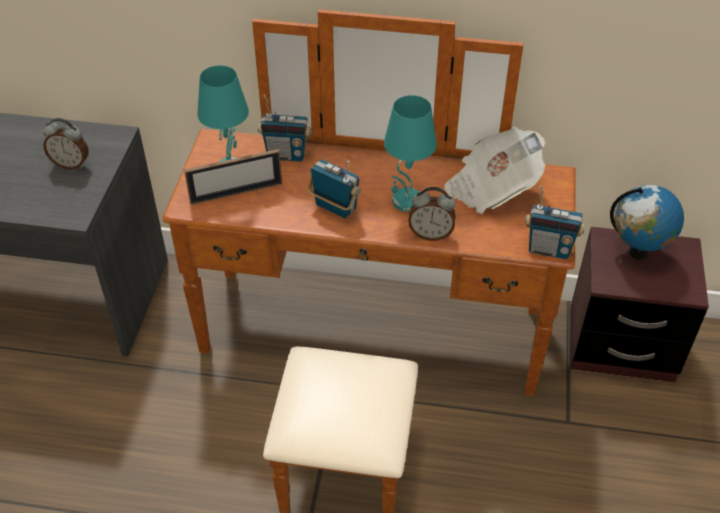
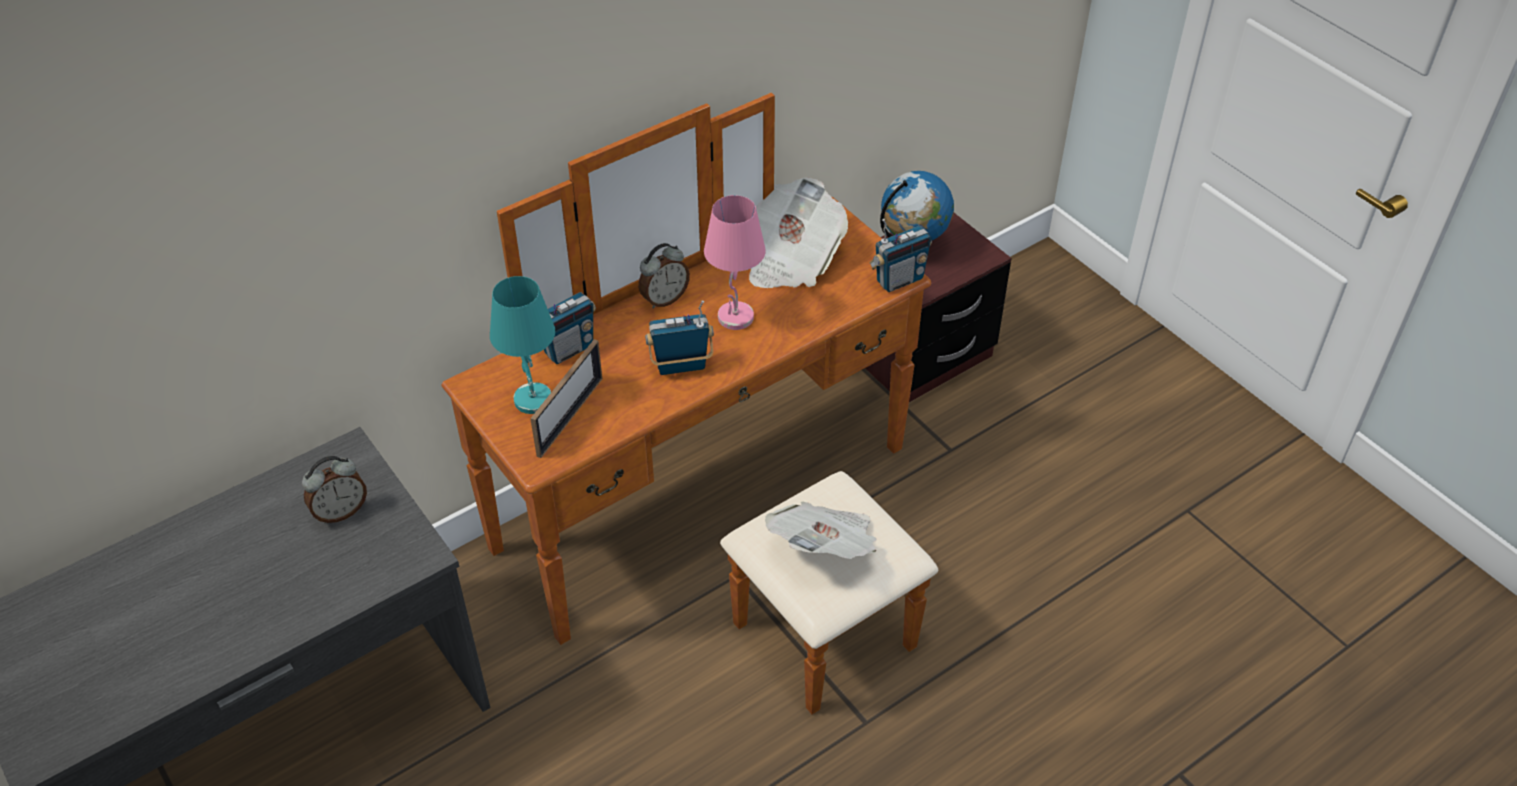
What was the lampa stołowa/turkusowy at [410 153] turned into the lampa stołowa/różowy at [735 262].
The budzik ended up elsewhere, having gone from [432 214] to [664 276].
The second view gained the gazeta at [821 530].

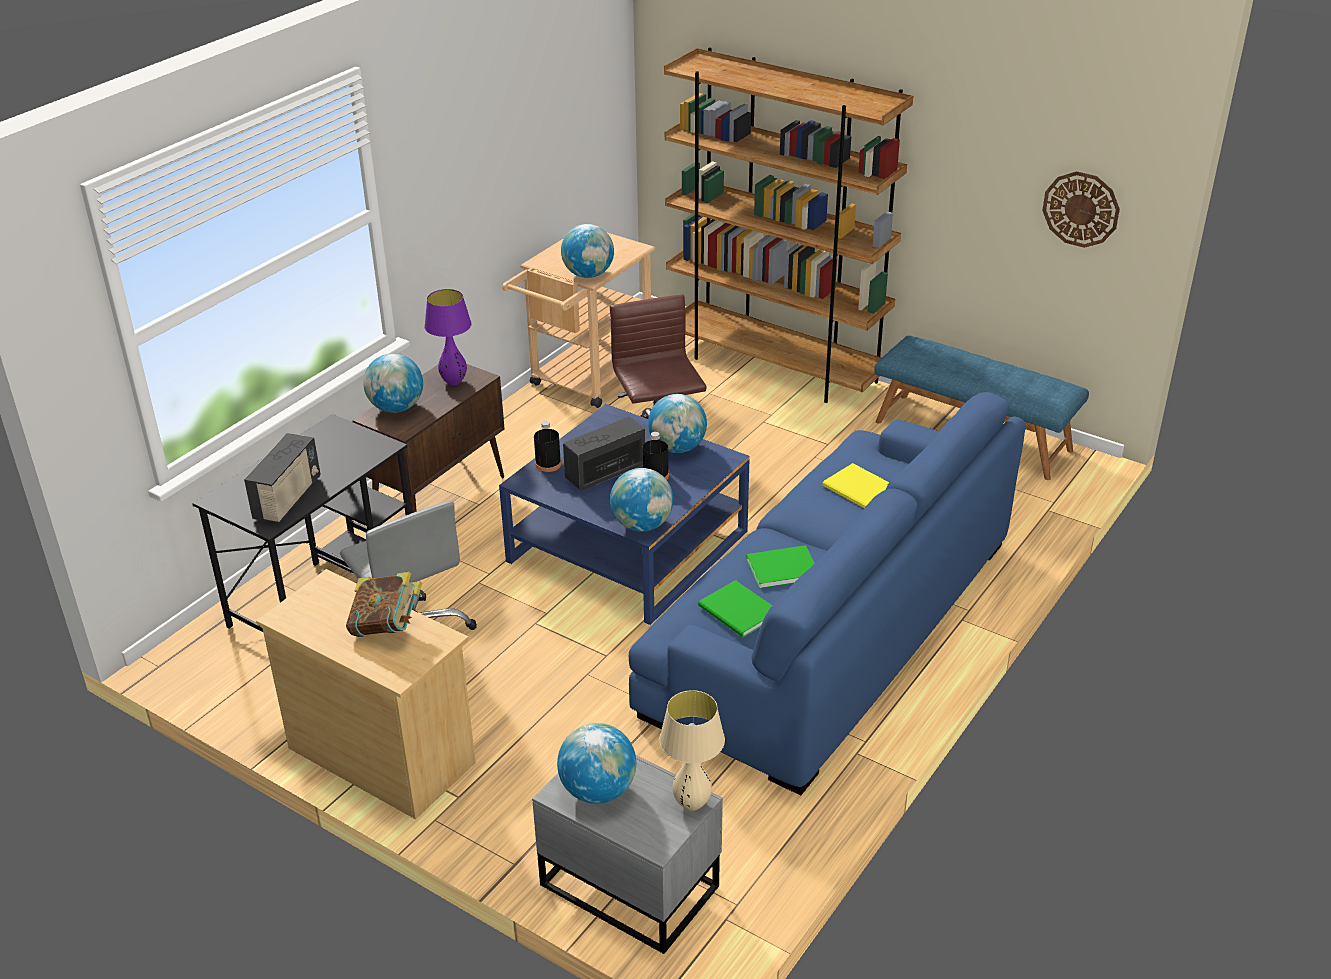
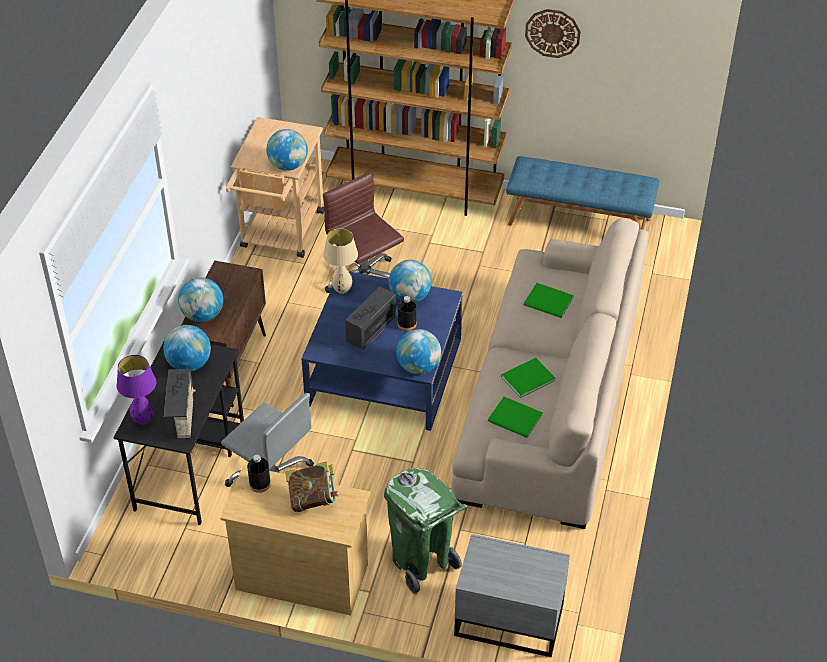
The zegar ścienny ended up elsewhere, having gone from [1081 209] to [553 33].
The lampa stołowa/fioletowy ended up elsewhere, having gone from [447 337] to [136 390].
What was the kanapa/niebieski at [827 593] turned into the kanapa/beżowy at [549 373].
The butelka/czarny ended up elsewhere, having gone from [547 446] to [259 474].
What was the książka/żółty at [856 485] turned into the książka/zielony at [549 300].
The lampa stołowa/beżowy ended up elsewhere, having gone from [692 750] to [340 261].
The globus ended up elsewhere, having gone from [596 763] to [187 348].
The second view gained the kosz na śmieci/zielony at [426 531].

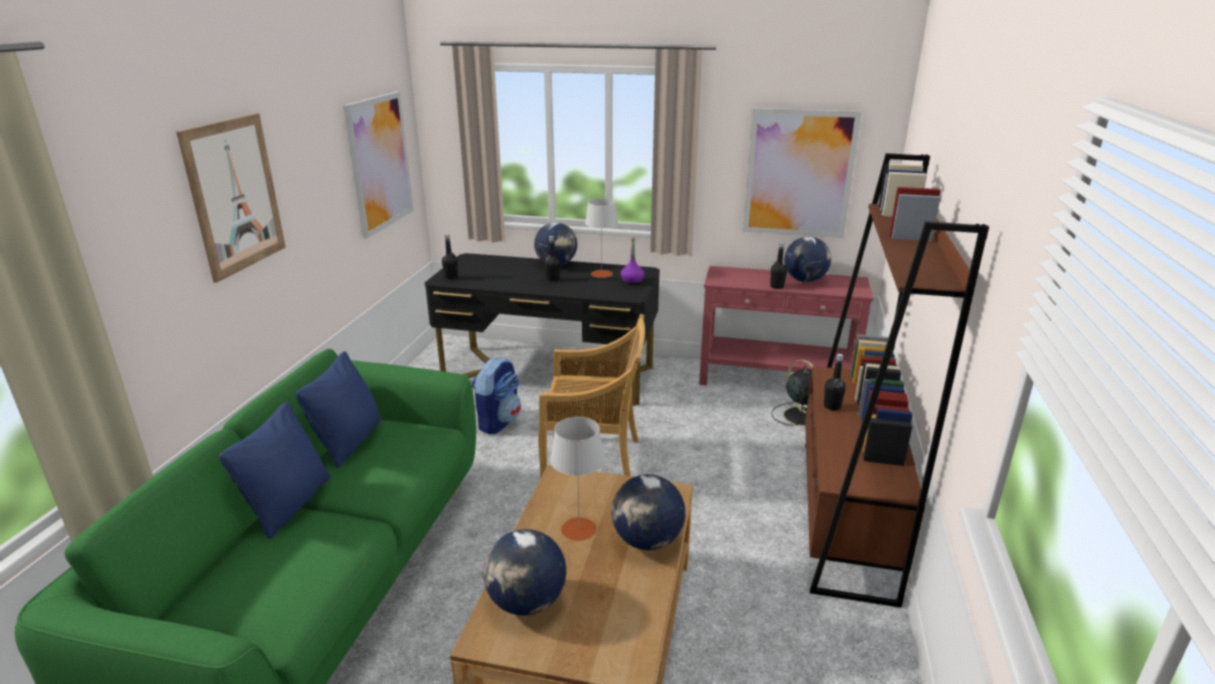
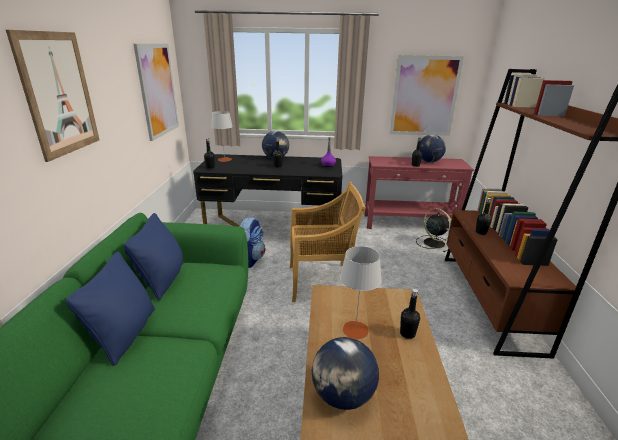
The lampa stołowa/szary ended up elsewhere, having gone from [601 238] to [222 136].
Where the globus stood at [648 512], the butelka/czarny came to stand at [410 314].

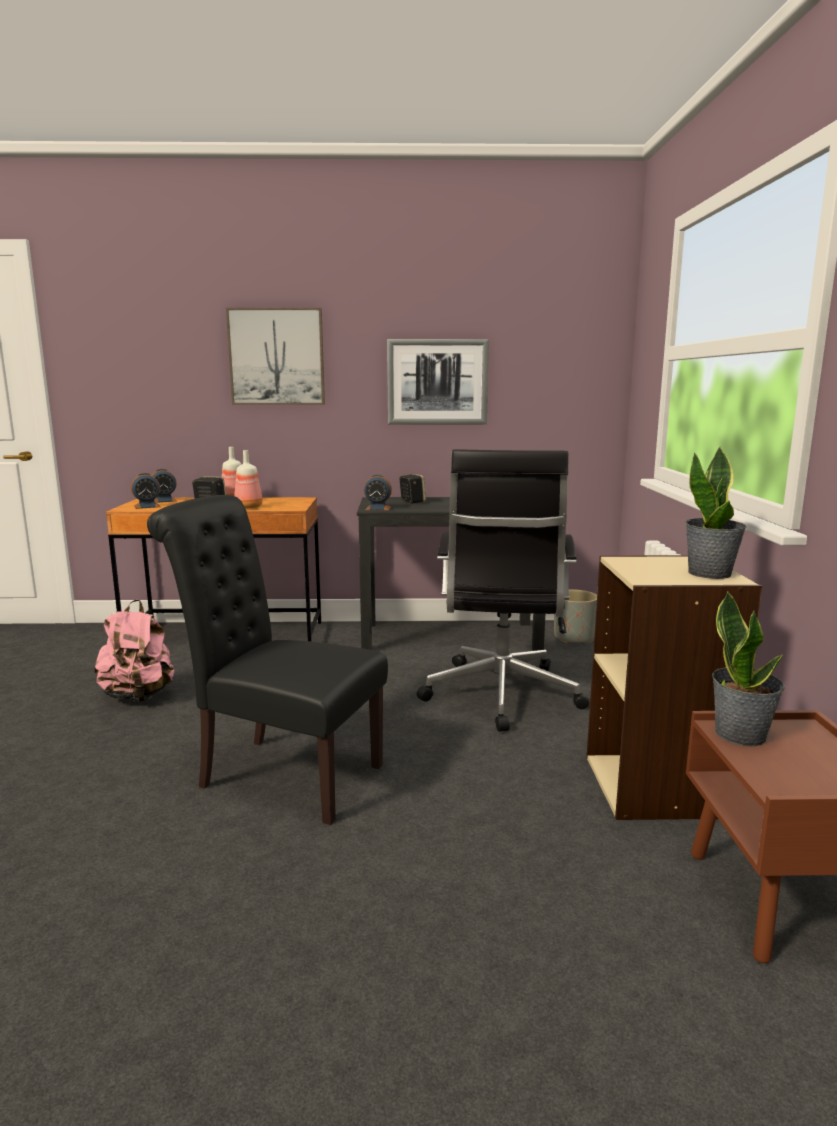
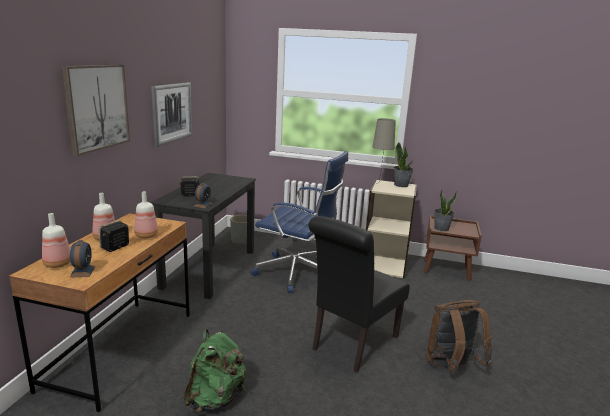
What was the krzesło biurowe/czarny at [503 590] turned into the krzesło biurowe/niebieski at [299 222].
Where the budzik stood at [164 486], the butelka came to stand at [56 240].
What was the plecak/różowy at [134 650] turned into the plecak/zielony at [215 371].
The second view gained the lampa stołowa/beżowy at [384 150].
The second view gained the plecak/brązowy at [459 336].

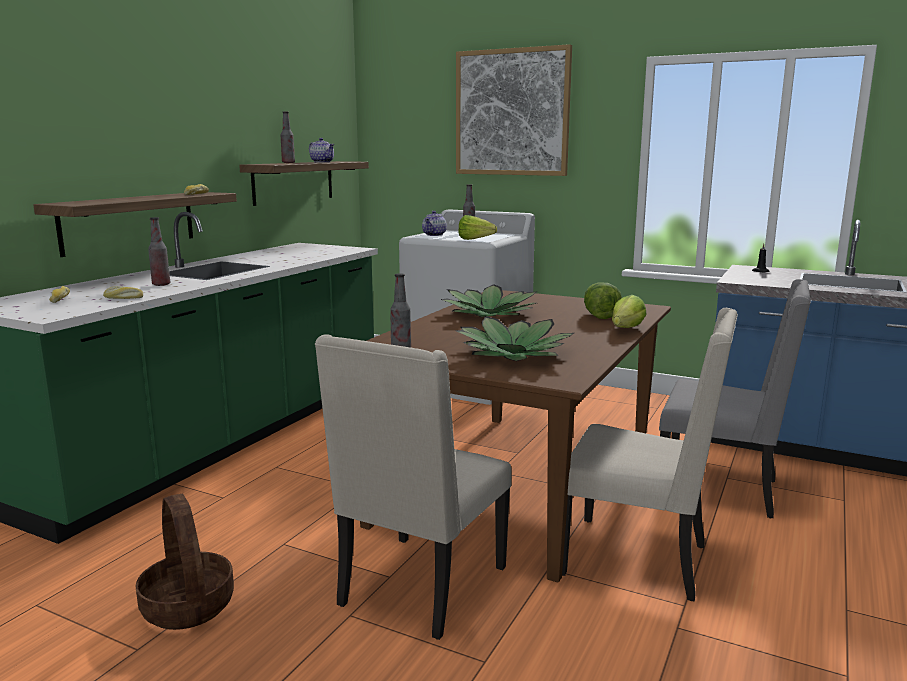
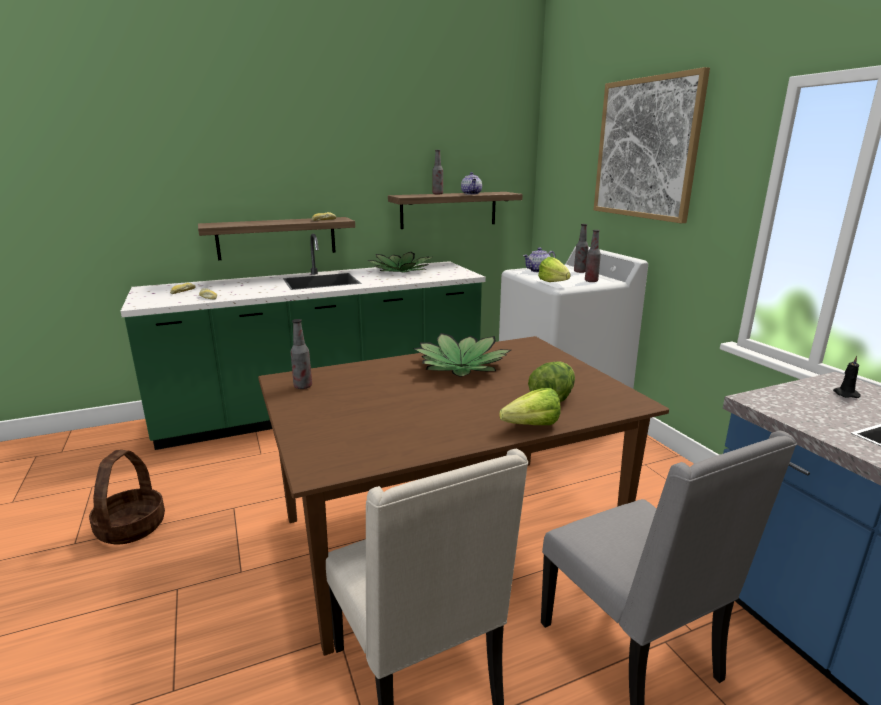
The butelka ended up elsewhere, having gone from [159 251] to [593 256].
The roślina doniczkowa ended up elsewhere, having gone from [515 338] to [400 262].
The second view lost the krzesło/beżowy at [413 487].

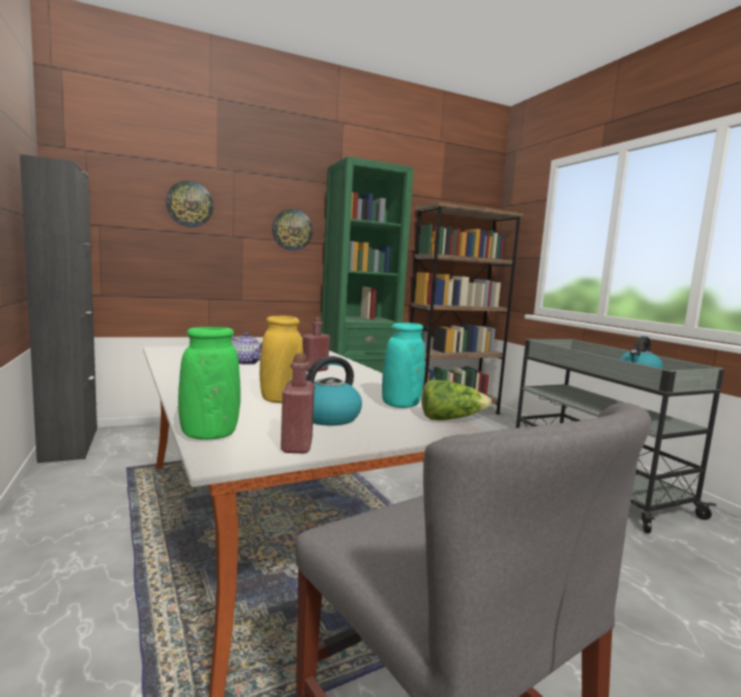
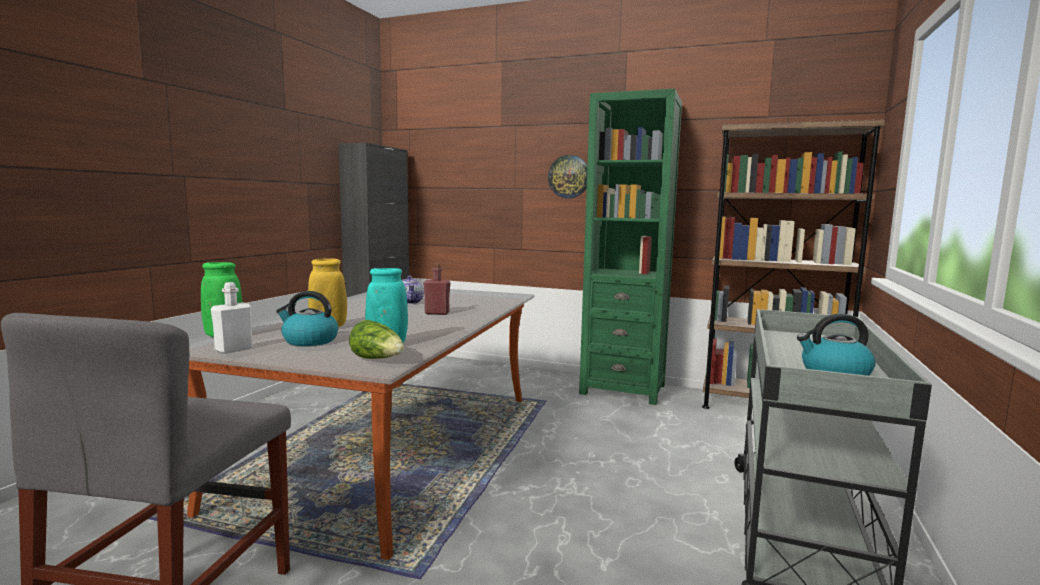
The second view lost the zegar ścienny at [190 204].
What was the butelka/czerwony at [298 403] turned into the butelka/biały at [232 318].

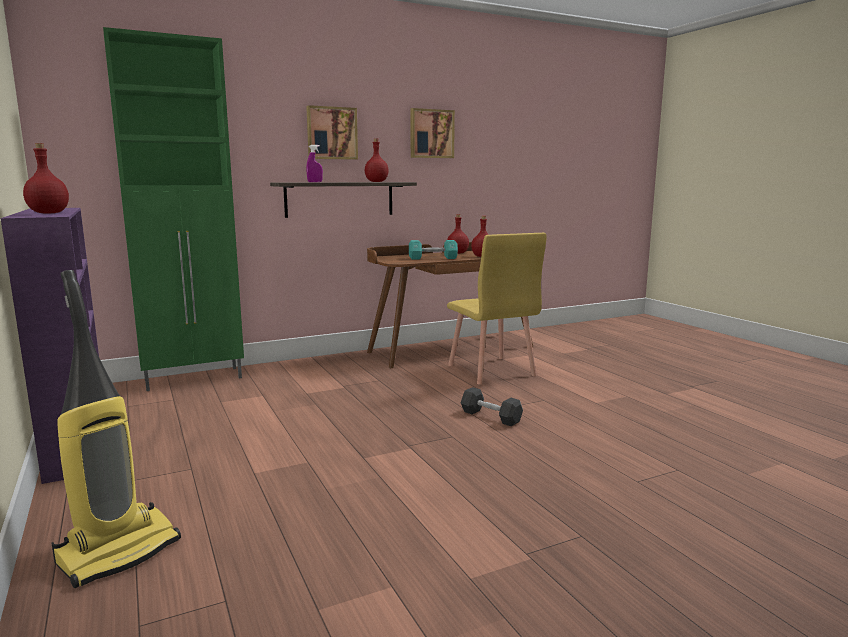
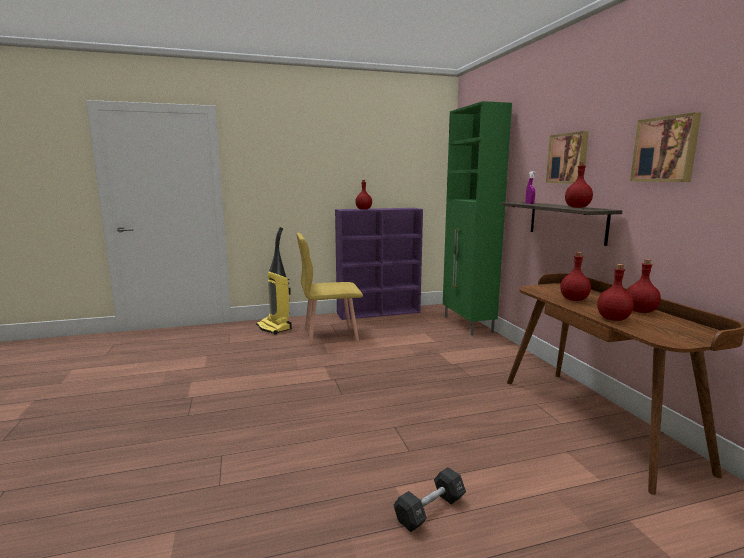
The krzesło/żółty ended up elsewhere, having gone from [497 309] to [329 289].
Where the hantel/turkusowy stood at [433 250], the butelka/czerwony came to stand at [575 276].
The hantel/czarny ended up elsewhere, having gone from [492 406] to [430 499].

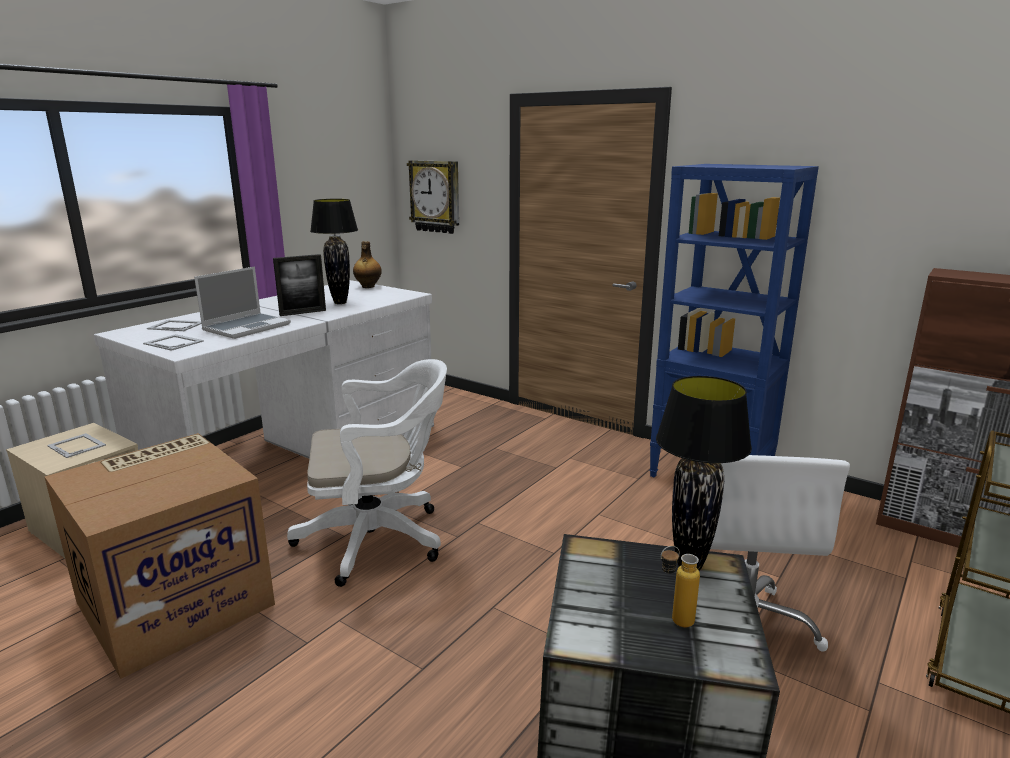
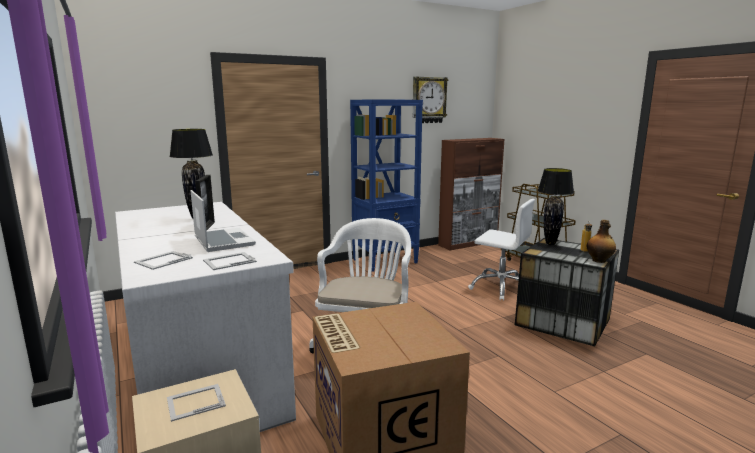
The zegar ścienny ended up elsewhere, having gone from [433 197] to [430 99].
The butelka ended up elsewhere, having gone from [367 264] to [601 241].

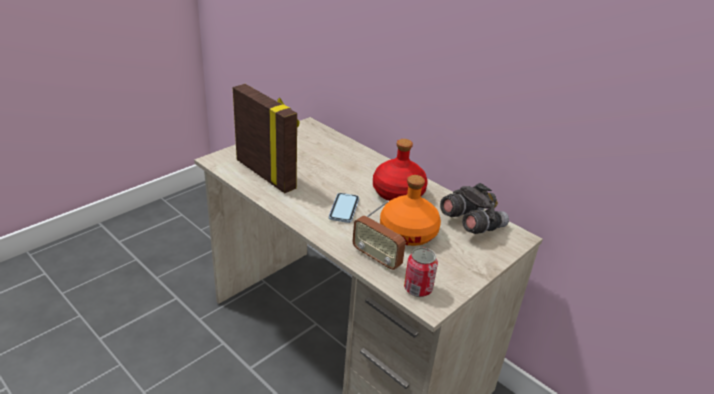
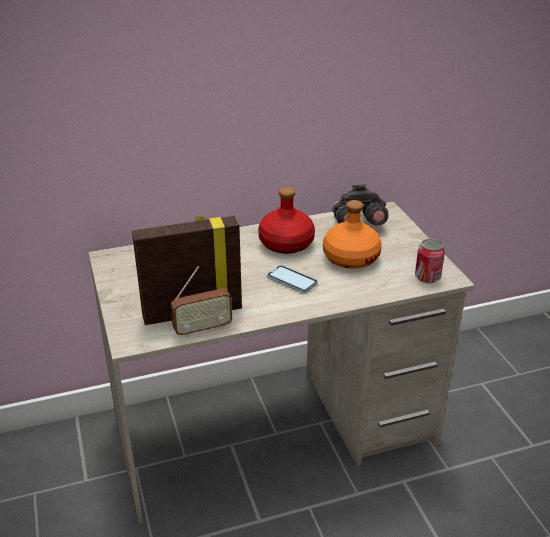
The radio ended up elsewhere, having gone from [379 235] to [201 301].

